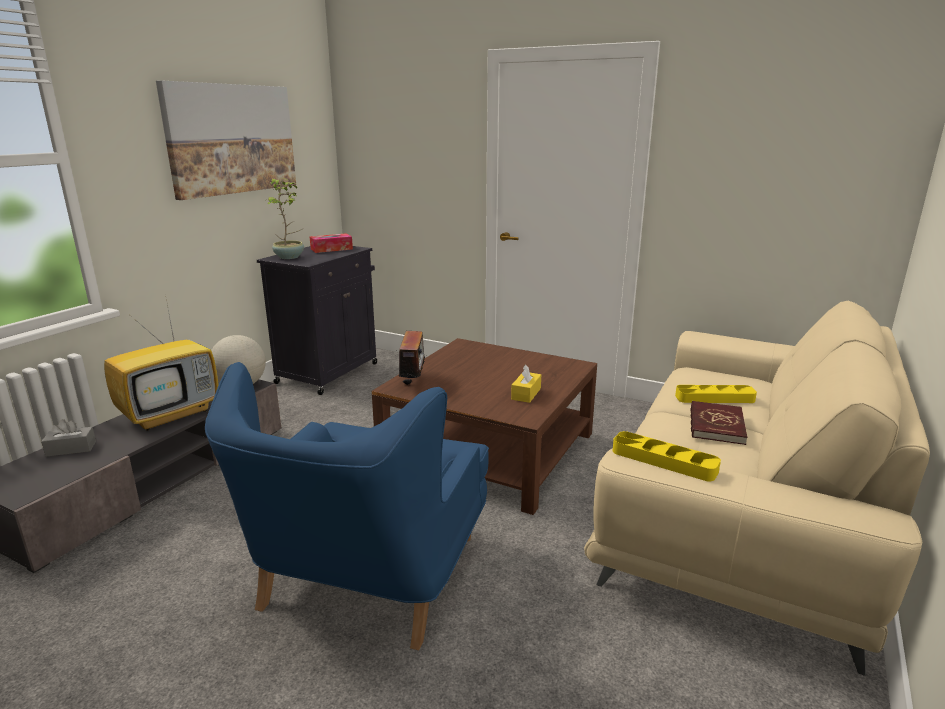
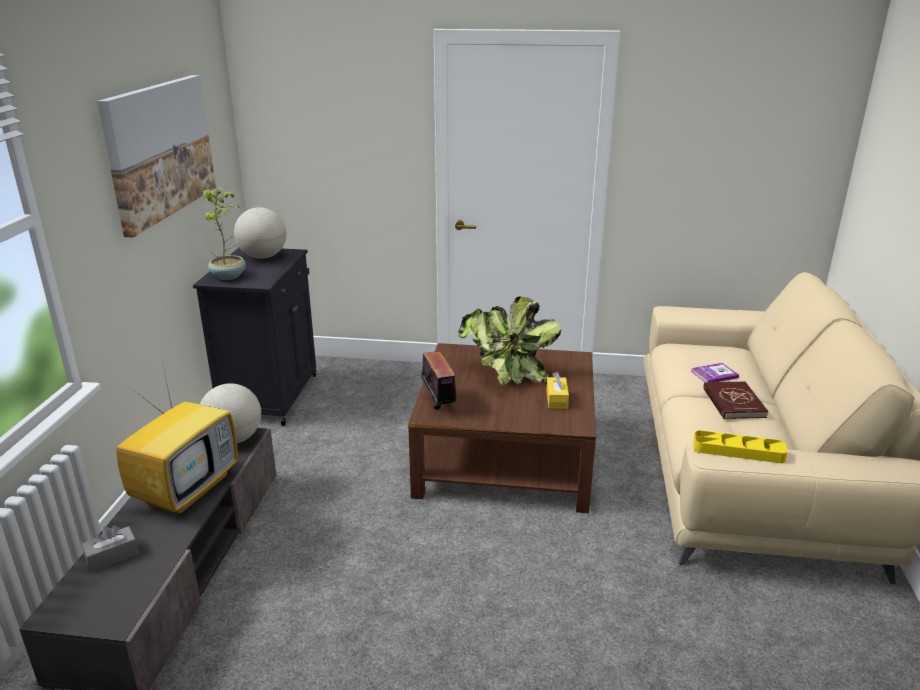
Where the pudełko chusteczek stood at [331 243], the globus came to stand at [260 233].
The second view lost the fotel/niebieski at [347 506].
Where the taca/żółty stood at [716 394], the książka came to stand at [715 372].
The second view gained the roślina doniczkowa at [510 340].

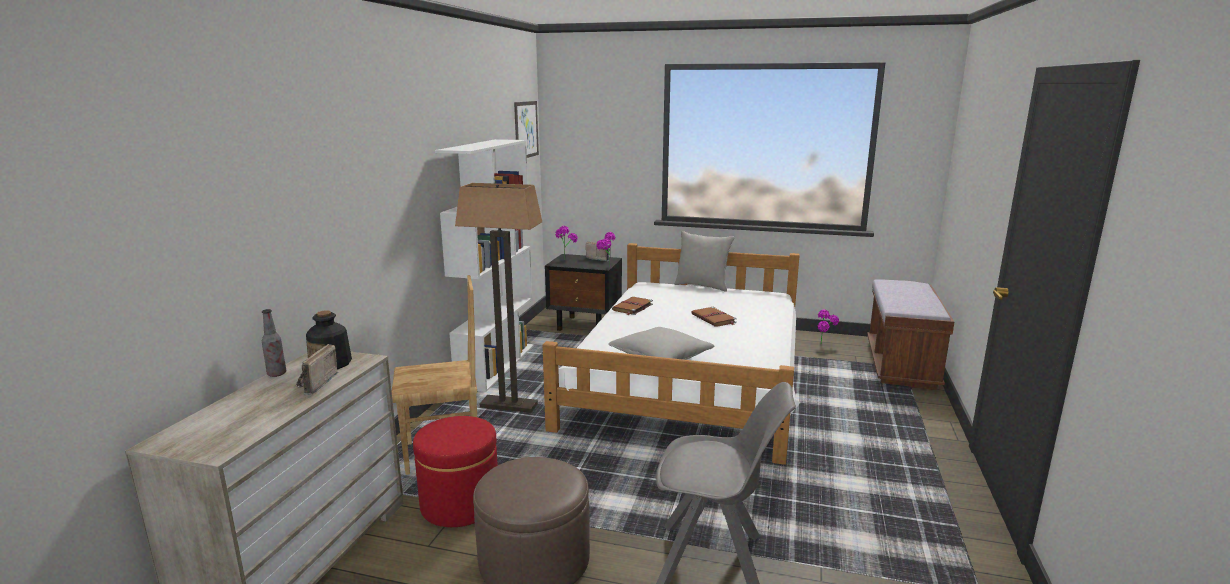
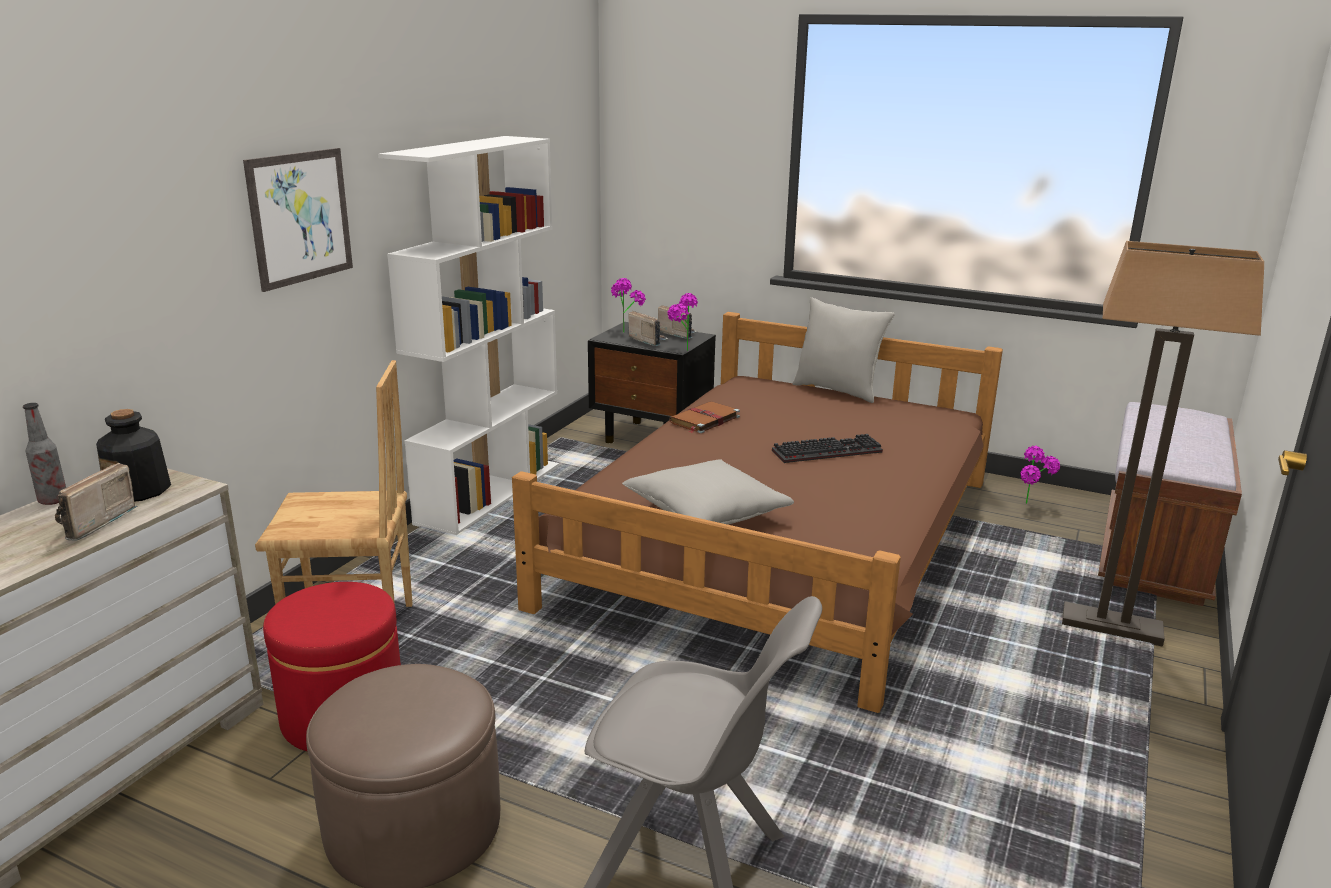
The obraz ended up elsewhere, having gone from [526 129] to [298 220].
The lampa stojąca ended up elsewhere, having gone from [498 298] to [1163 444].
What was the łóżko/biały at [671 354] turned into the łóżko/brązowy at [757 512].
Where the książka/brązowy stood at [714 317], the klawiatura came to stand at [827 448].
The second view gained the radio at [648 328].

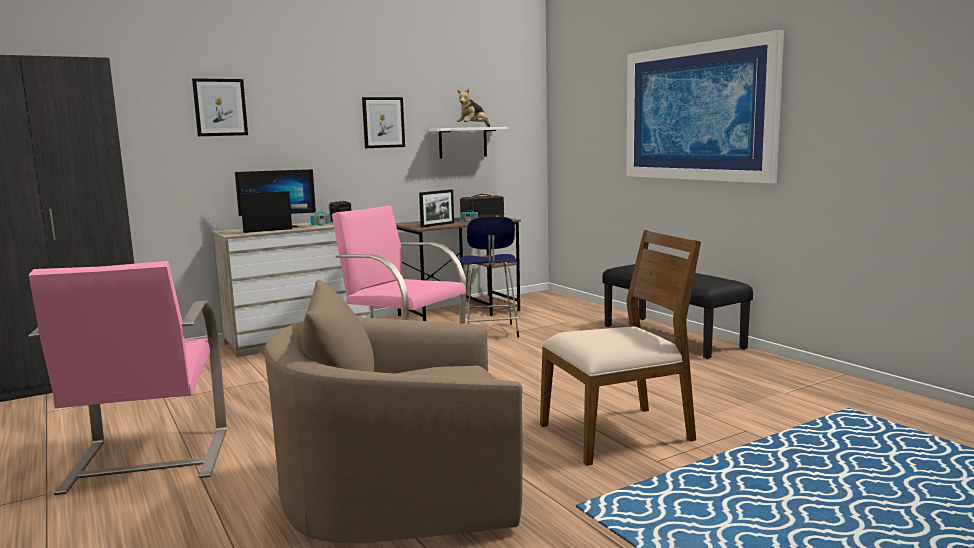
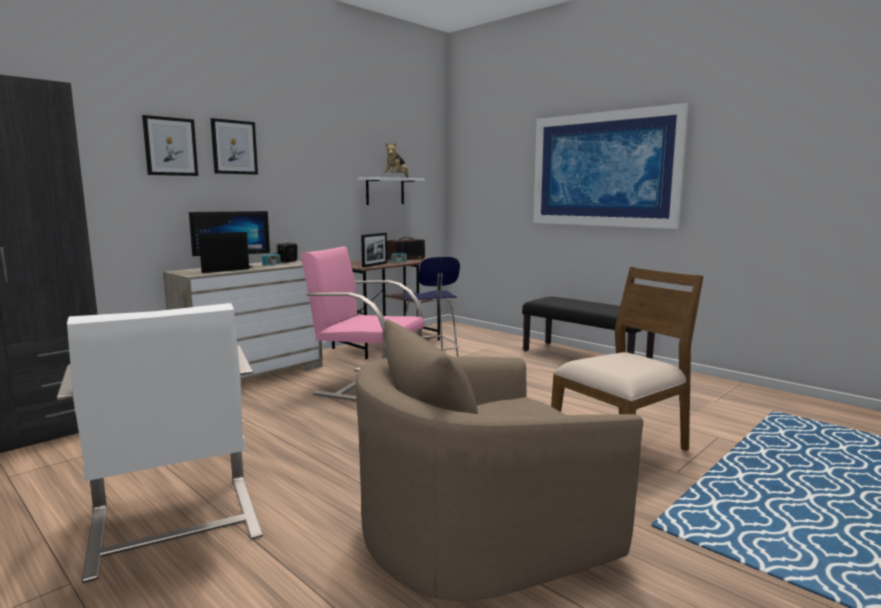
The obraz ended up elsewhere, having gone from [383 122] to [234 146].
What was the fotel/różowy at [127 378] turned into the fotel/biały at [160 443].

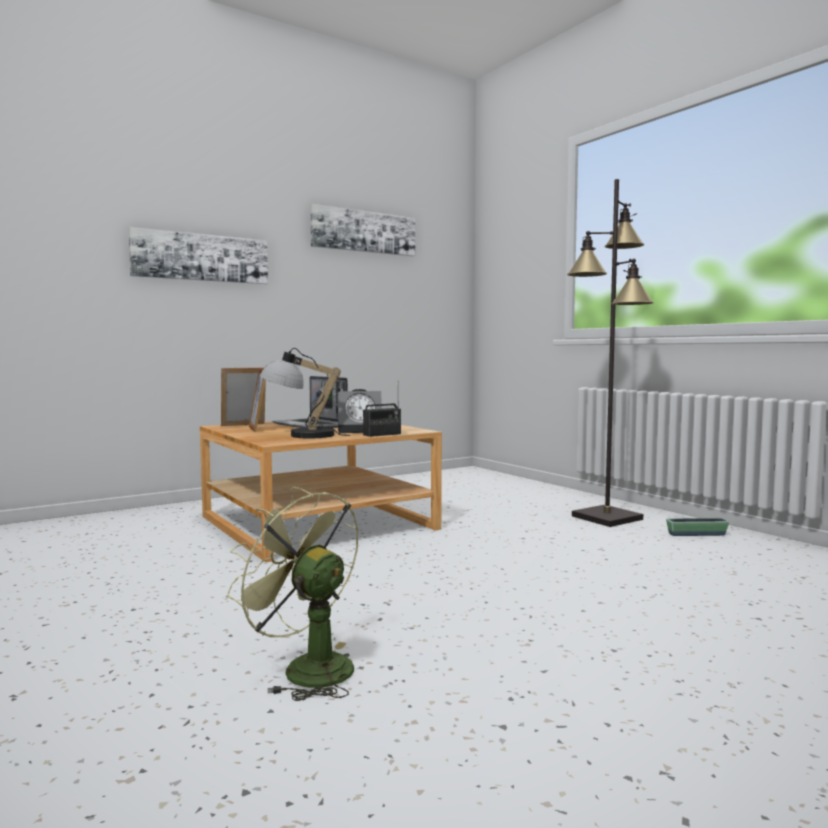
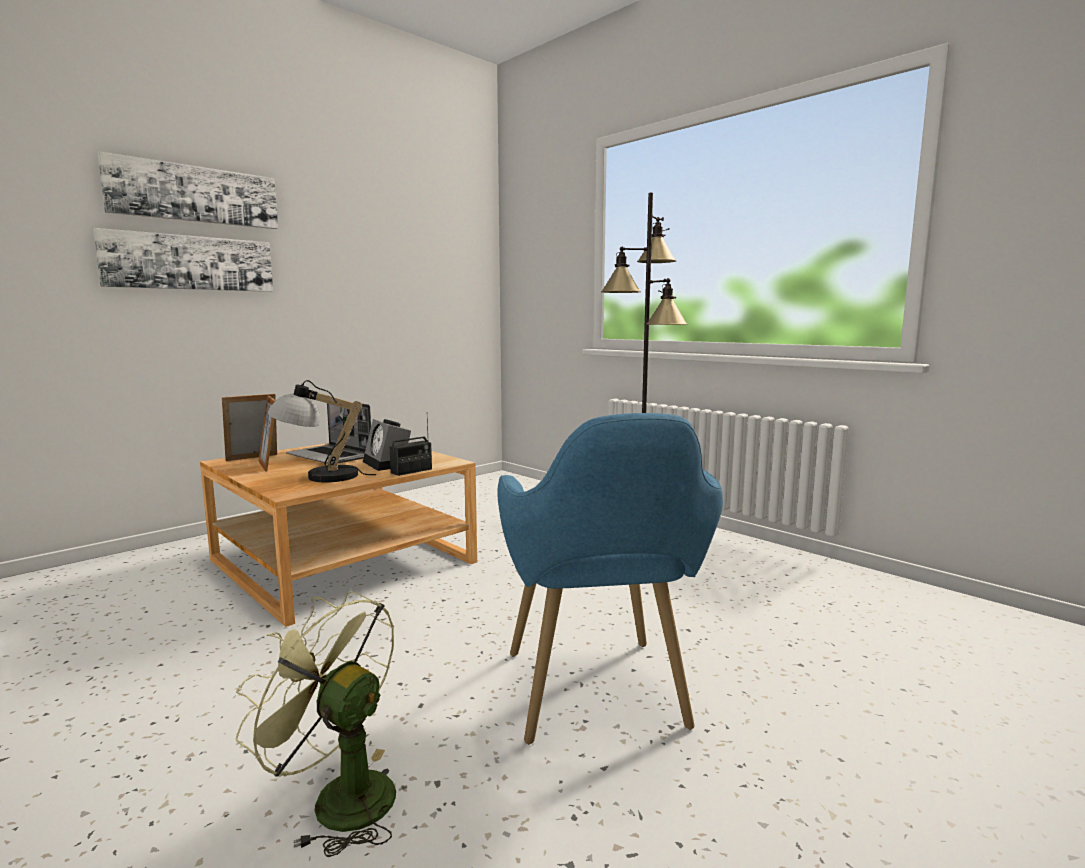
The obraz ended up elsewhere, having gone from [362 230] to [188 190].
The budzik at [360 411] ended up facing another way, 75 degrees clockwise from before.
The second view lost the donica at [697 527].
The second view gained the fotel/niebieski at [610 578].

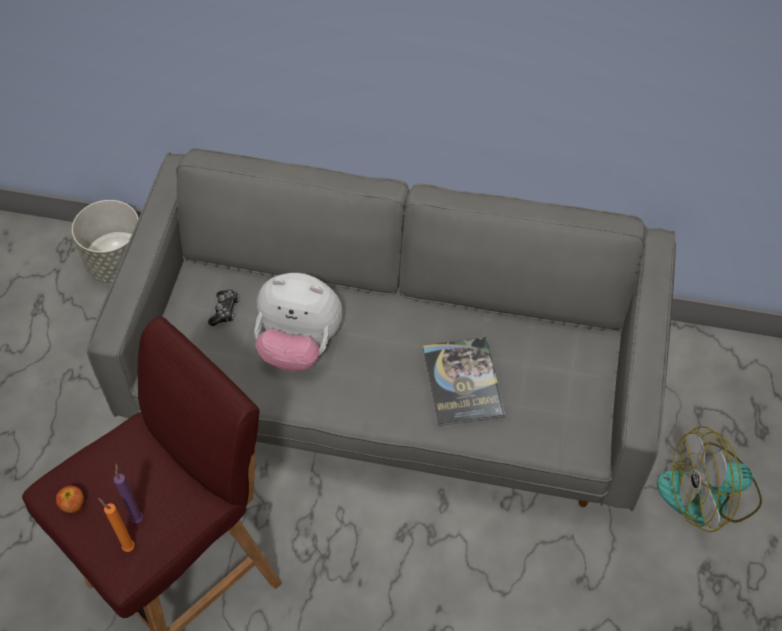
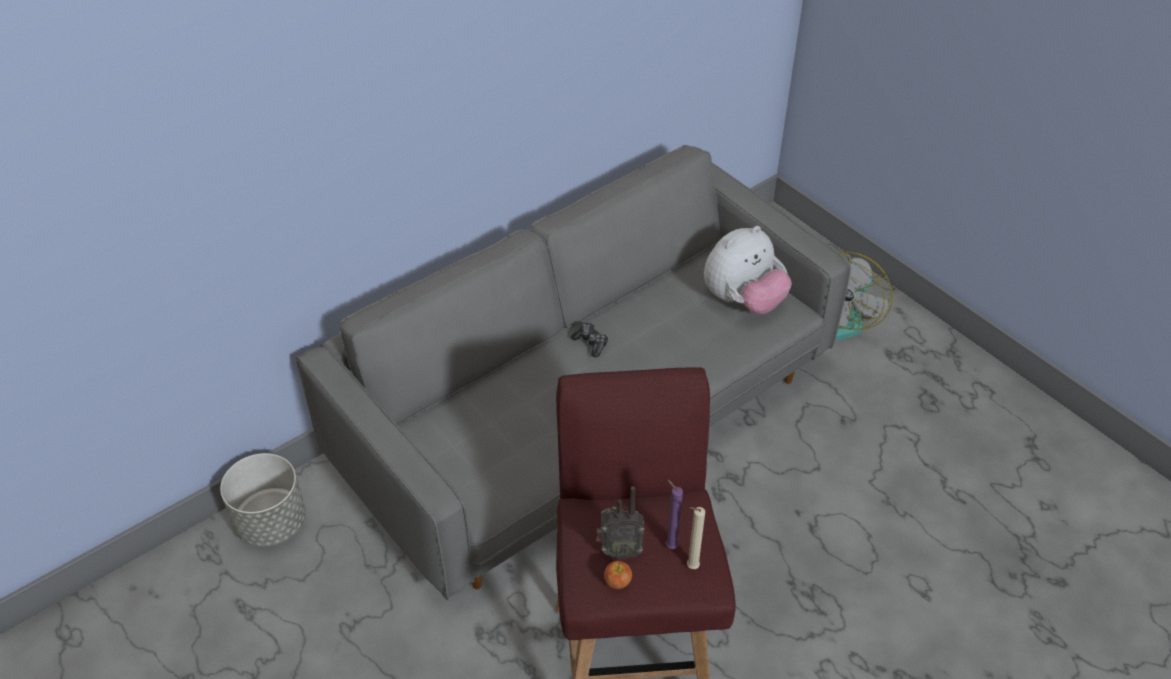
The pluszak ended up elsewhere, having gone from [298 322] to [748 270].
The pad do gier ended up elsewhere, having gone from [223 307] to [589 340].
The second view lost the książka at [464 381].
What was the świeca/pomarańczowy at [116 525] turned into the świeca/beżowy at [696 538].
The second view gained the radio at [620 522].

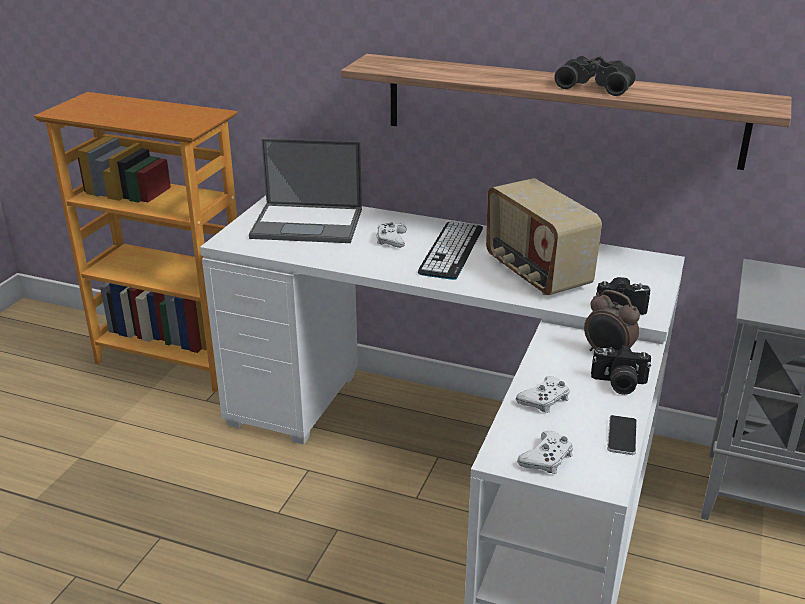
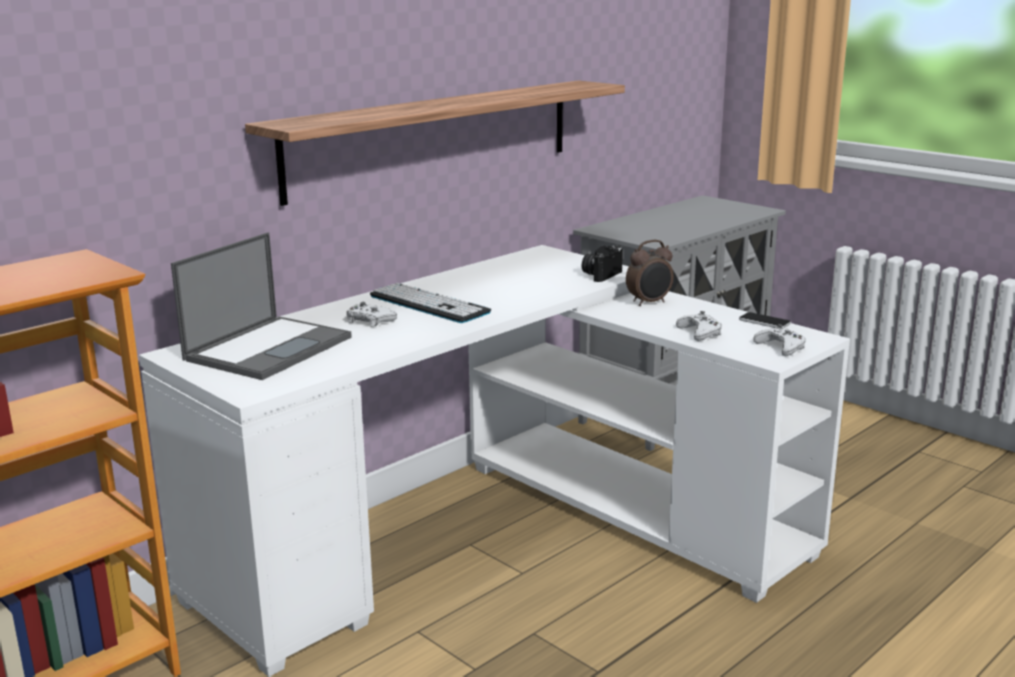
The second view lost the lornetka/czarny at [595 76].
The second view lost the radio at [544 236].
The second view lost the aparat fotograficzny at [621 370].

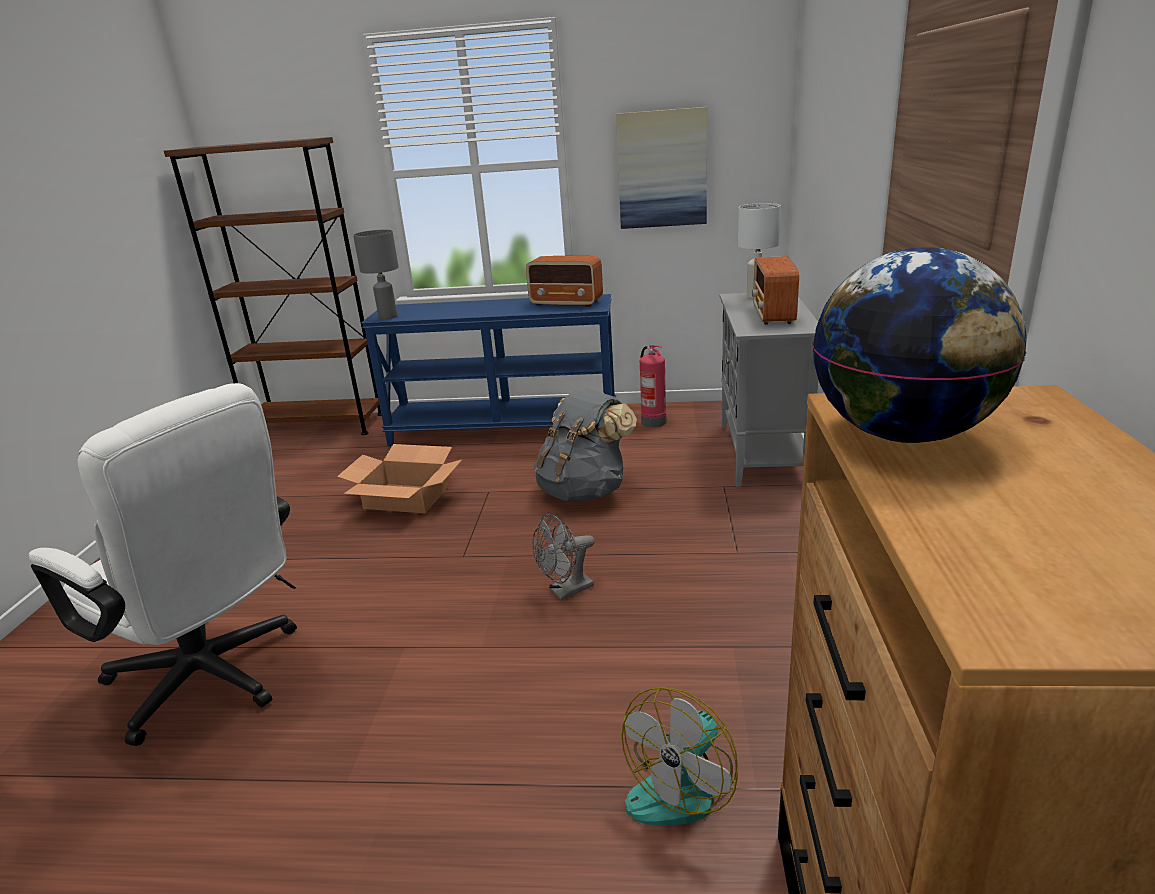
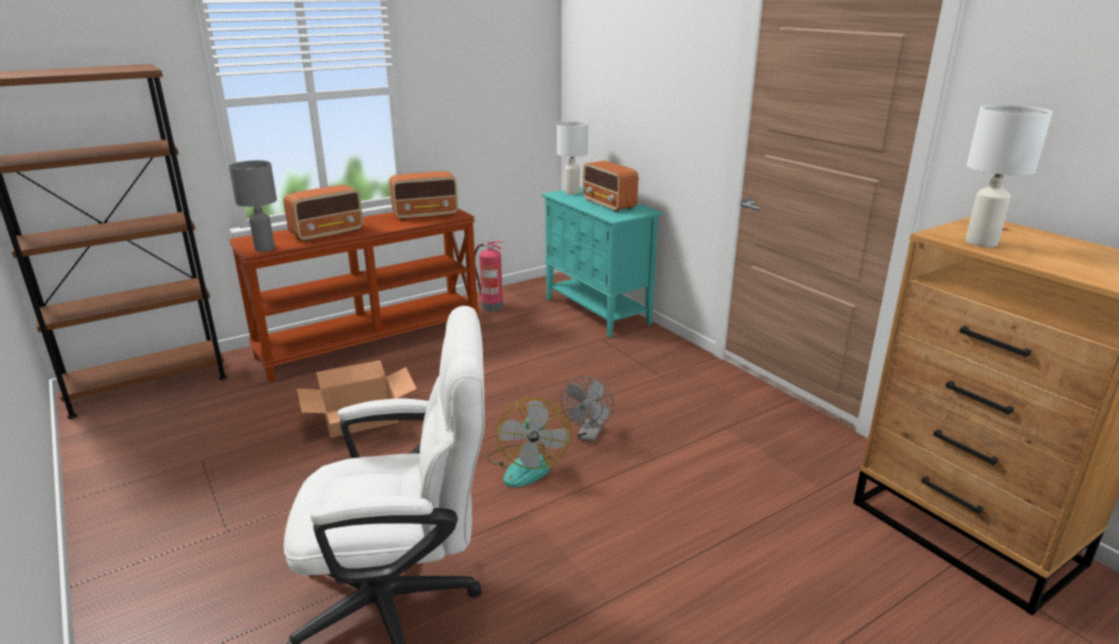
The second view lost the obraz at [661 168].
Where the globus stood at [919 345], the lampa stołowa/biały came to stand at [1008 175].
What was the szafka/szary at [769 390] turned into the szafka/turkusowy at [602 262].
What was the stolik konsolowy/niebieski at [488 370] turned into the stolik konsolowy/brązowy at [354 295].
The second view lost the plecak/szary at [585 445].
The wentylator ended up elsewhere, having gone from [679 756] to [529 442].
The second view gained the radio at [323 213].

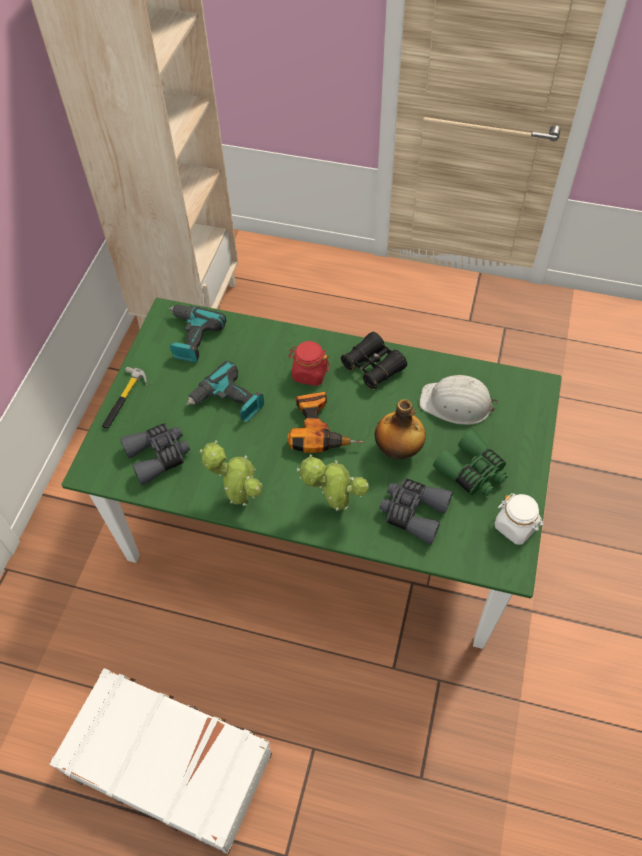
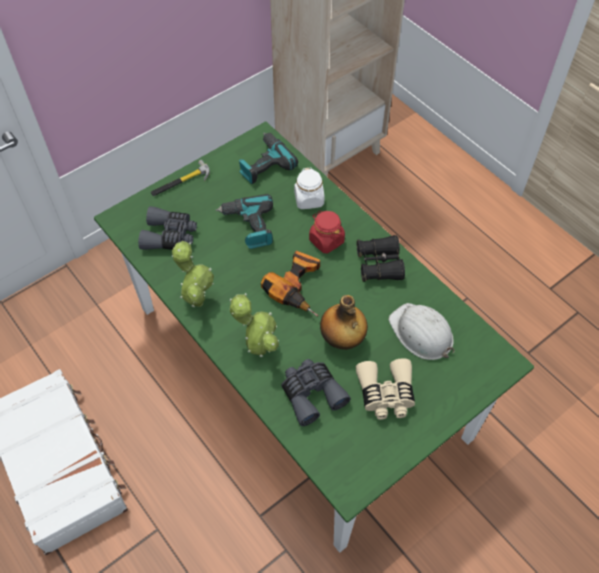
What was the lornetka/zielony at [470 462] turned into the lornetka/beżowy at [385 389].
The słoik/biały ended up elsewhere, having gone from [519 519] to [309 188].

